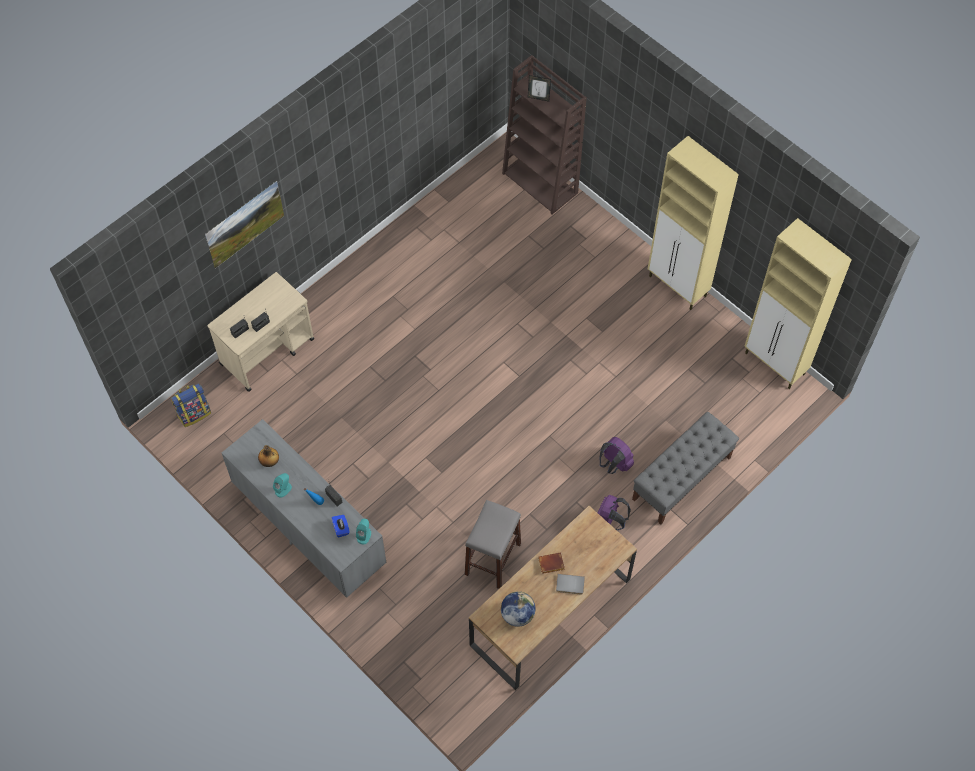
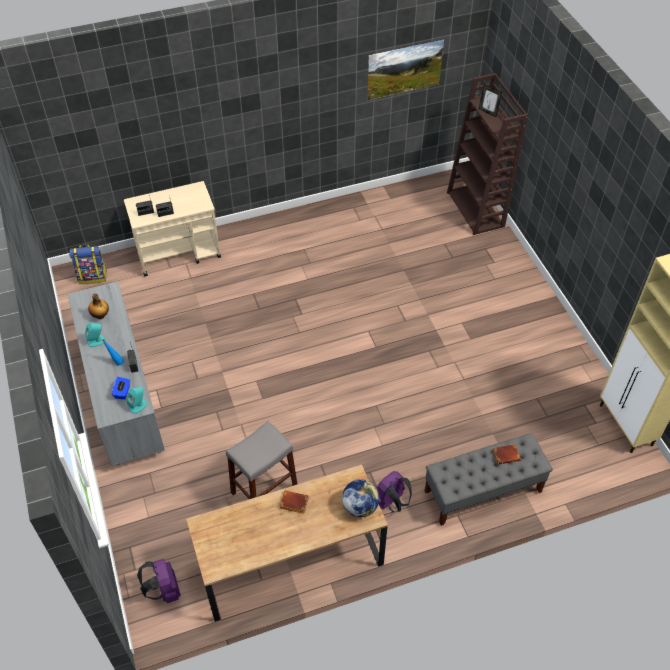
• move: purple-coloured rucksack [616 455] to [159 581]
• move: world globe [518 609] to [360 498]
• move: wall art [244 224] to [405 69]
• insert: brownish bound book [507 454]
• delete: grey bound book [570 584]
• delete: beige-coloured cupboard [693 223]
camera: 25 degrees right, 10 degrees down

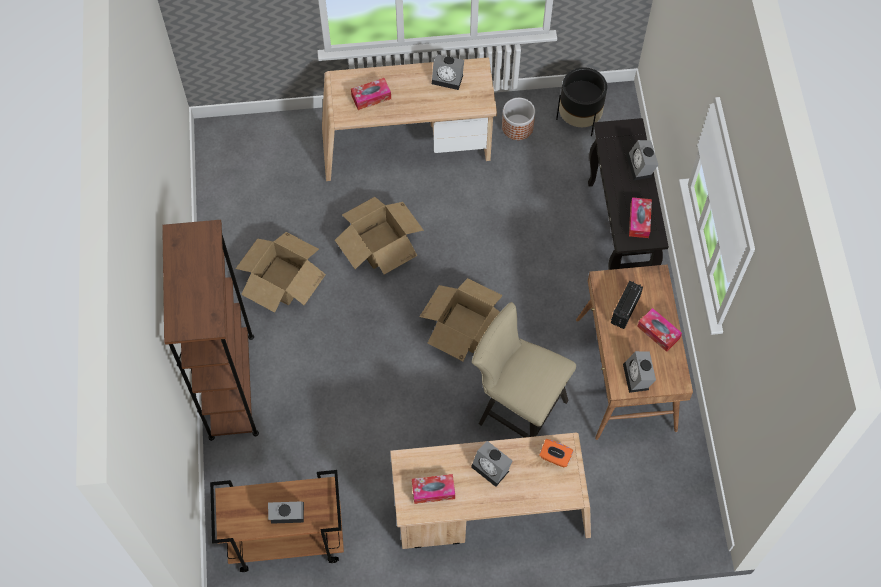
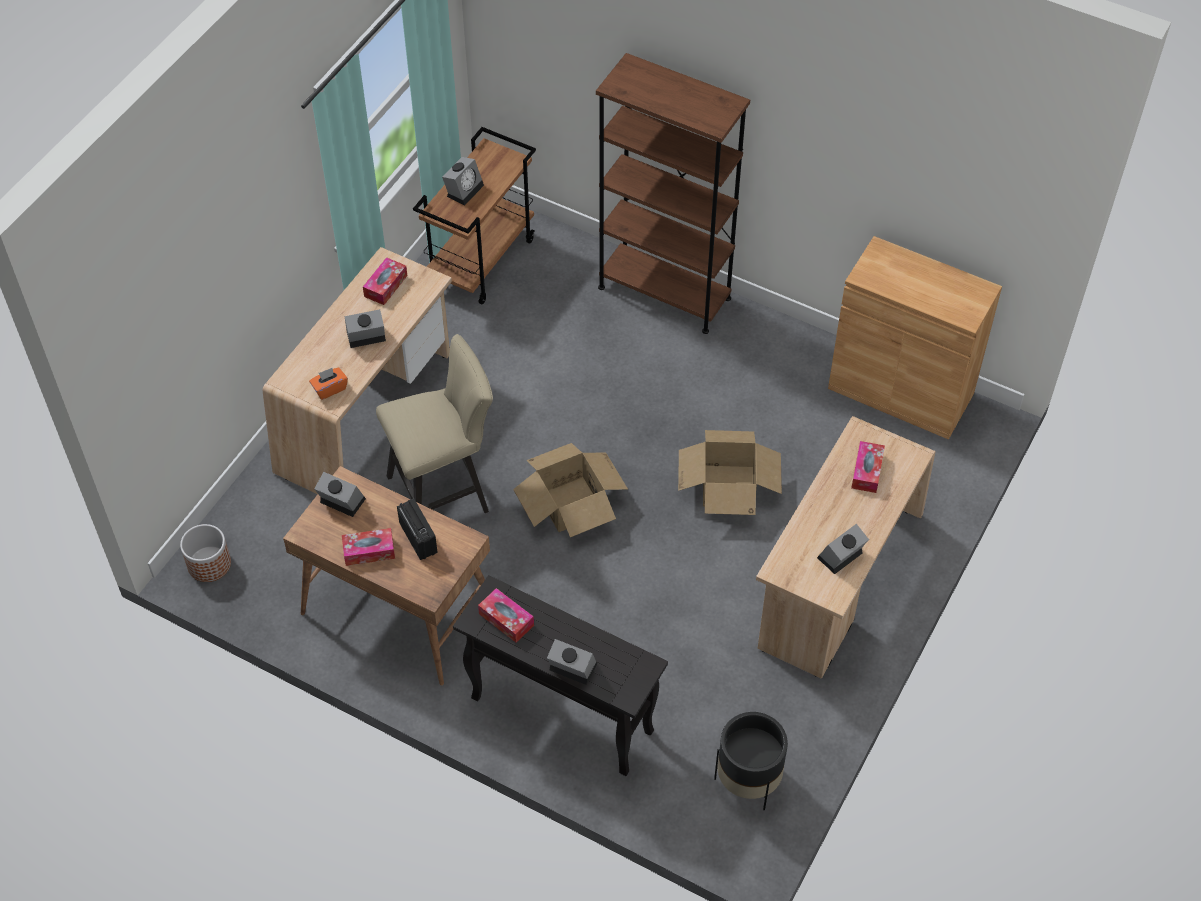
• move: planter [518 119] to [205 553]
• insert: brownish cupboard [915 338]
• delete: packing box [281 272]
camera: 125 degrees right, 10 degrees down

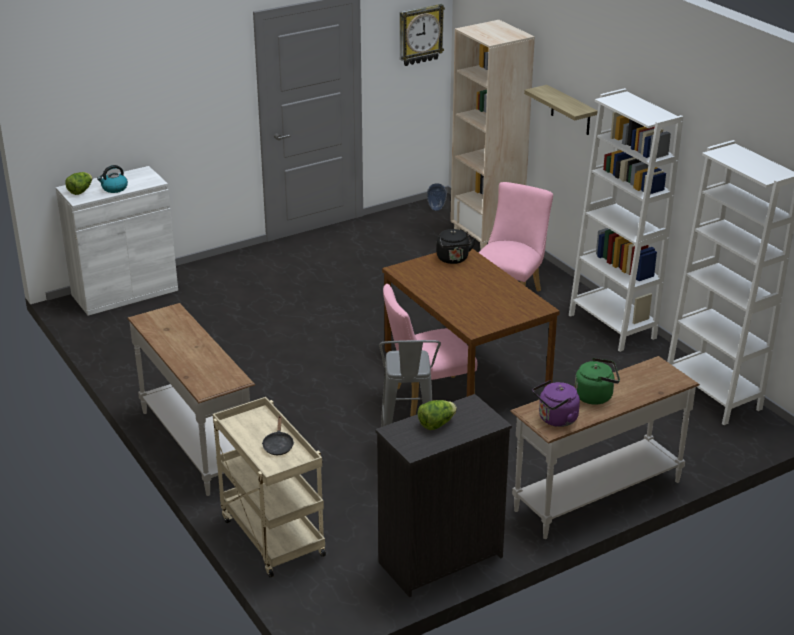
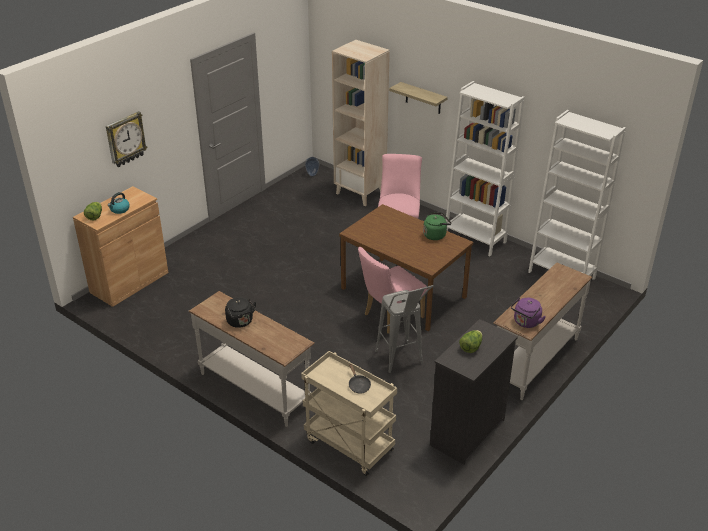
• recolor: white-coloured cupboard [117 241] to brownish cupboard [120 246]
• move: wall clock [422 35] to [126 139]
• move: black water kettle [456 246] to [240 312]
• move: green water kettle [597 381] to [437 226]
camera: 20 degrees left, 5 degrees up

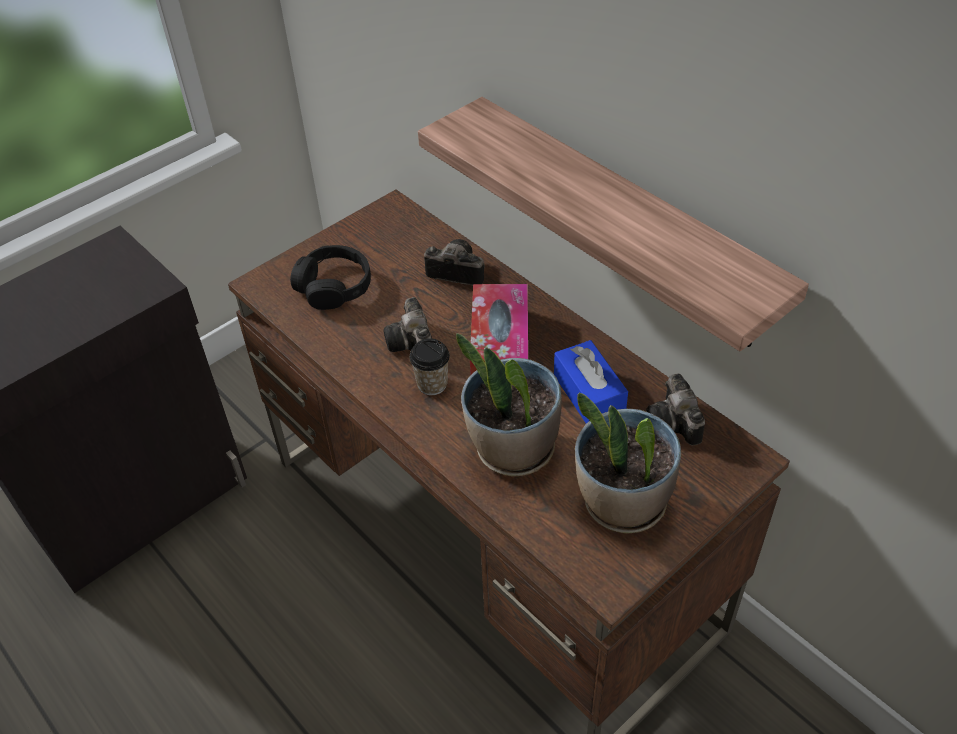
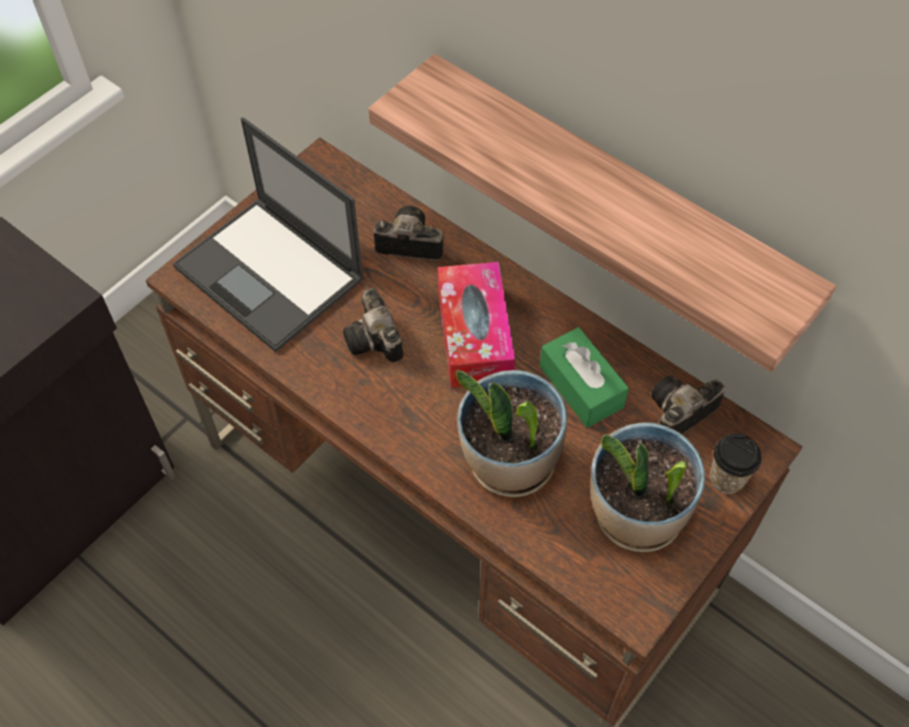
• replace: black pair of headphones [330 277] to notebook computer [269 234]
• recolor: bluish tissue holder [591 382] to green tissue holder [584 377]
• rotate: still camera [675 409] = [688 405] 75 degrees clockwise
• move: cup [429 366] to [736 464]
camera: 10 degrees left, 10 degrees up

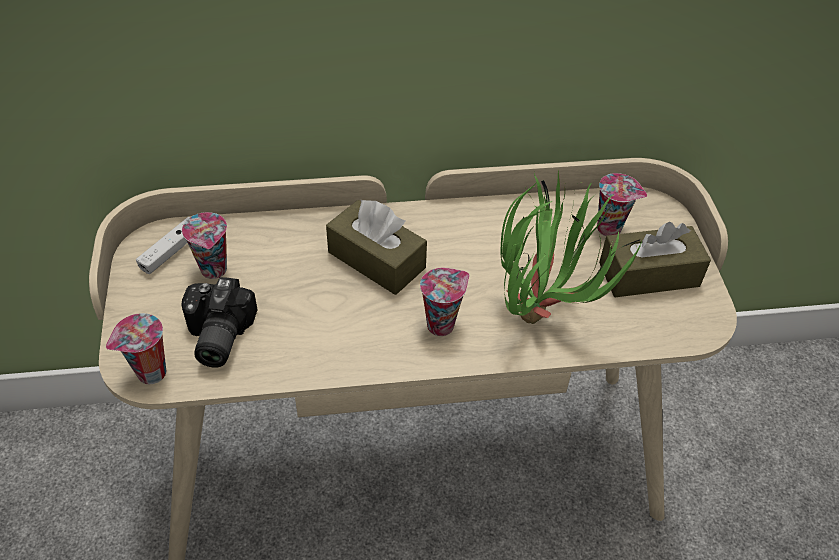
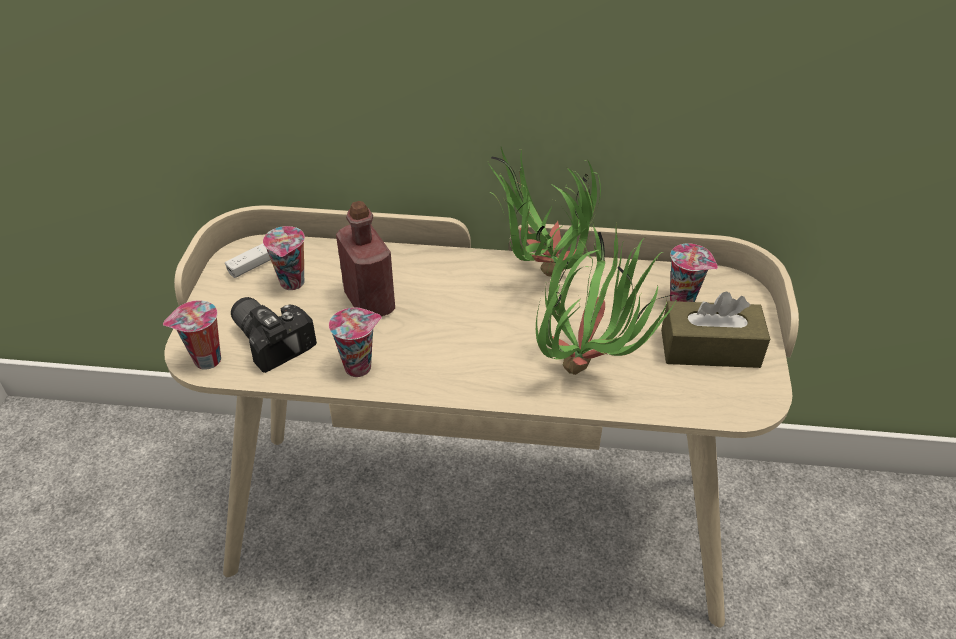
• rotate: still camera [219 322] = [274 335] 120 degrees clockwise
• move: cup [445 302] to [355 342]
• insert: reddish bottle [365 258]
• insert: houseplant [544 212]
• delete: brownish tissue holder [376 247]
camera: 15 degrees right, 5 degrees down

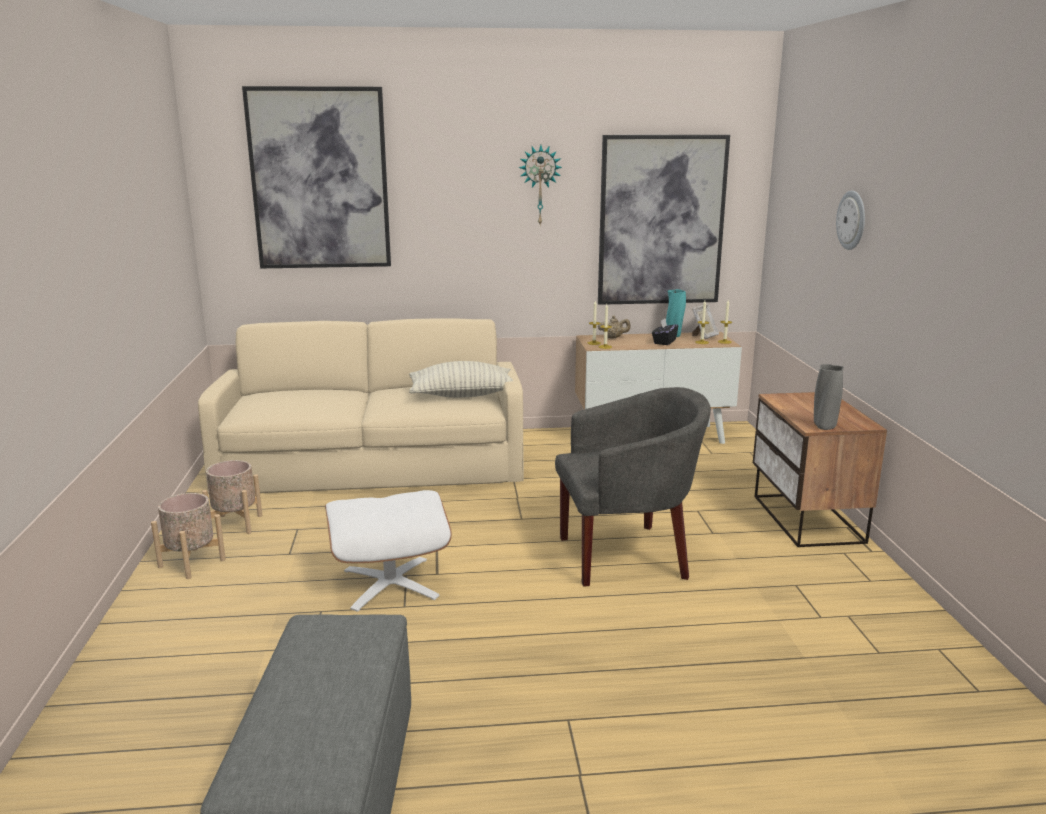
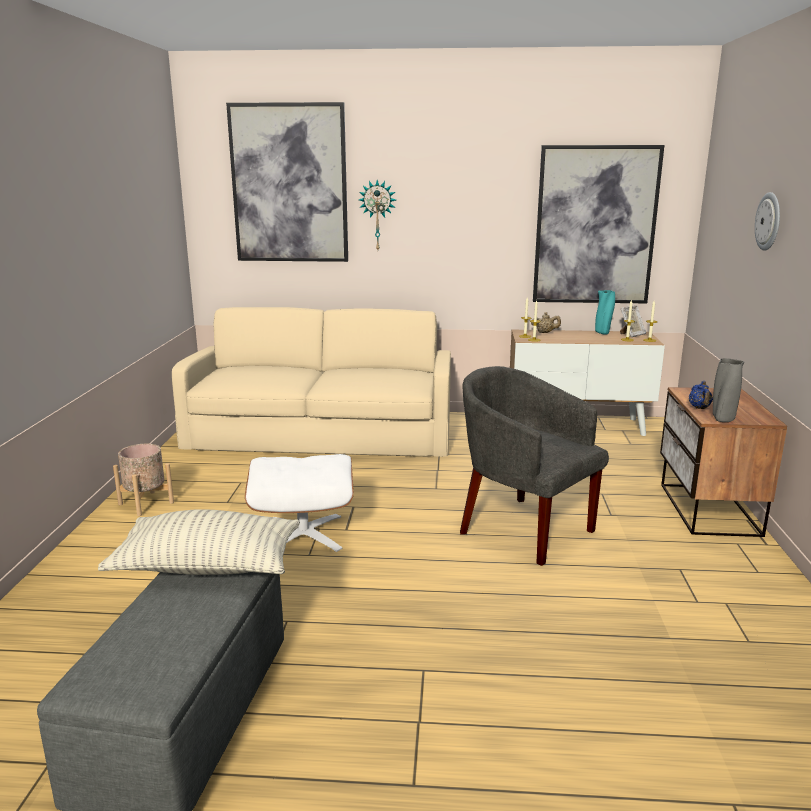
• move: throw pillow [461 379] to [199 542]
• move: wall clock [540 185] to [377 215]
• rotate: grey lounge chair [633 487] = [534 466] 135 degrees counterclockwise
• insert: bluish teapot [701 395]
• delete: beige-coloured planter [232 497]
• delete: black tissue holder [665 332]
camera: 10 degrees right, 0 degrees up

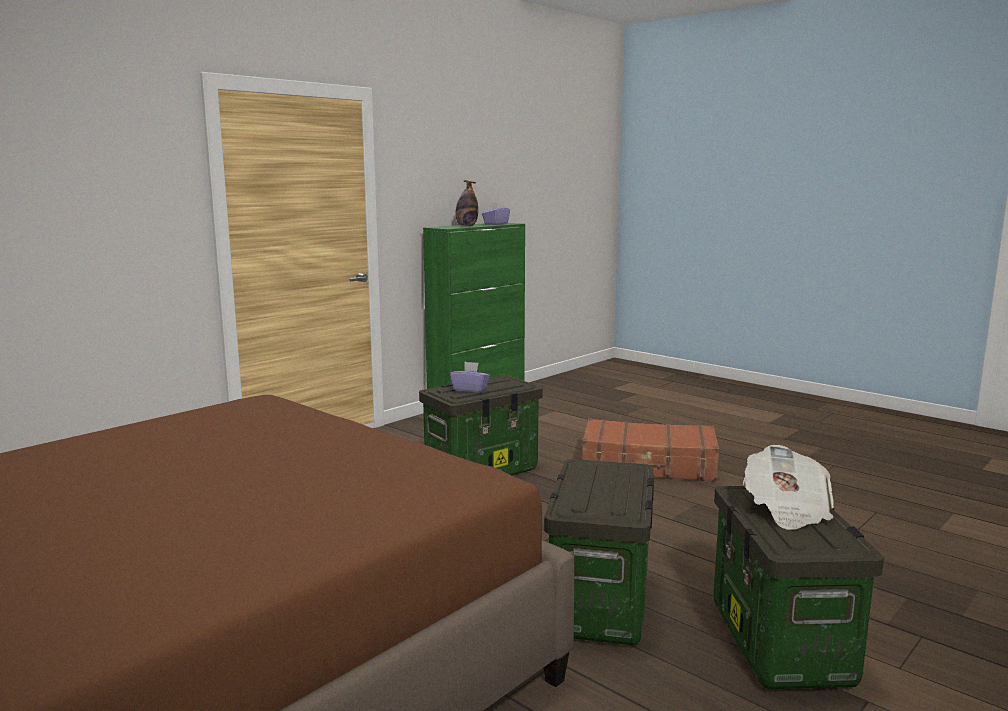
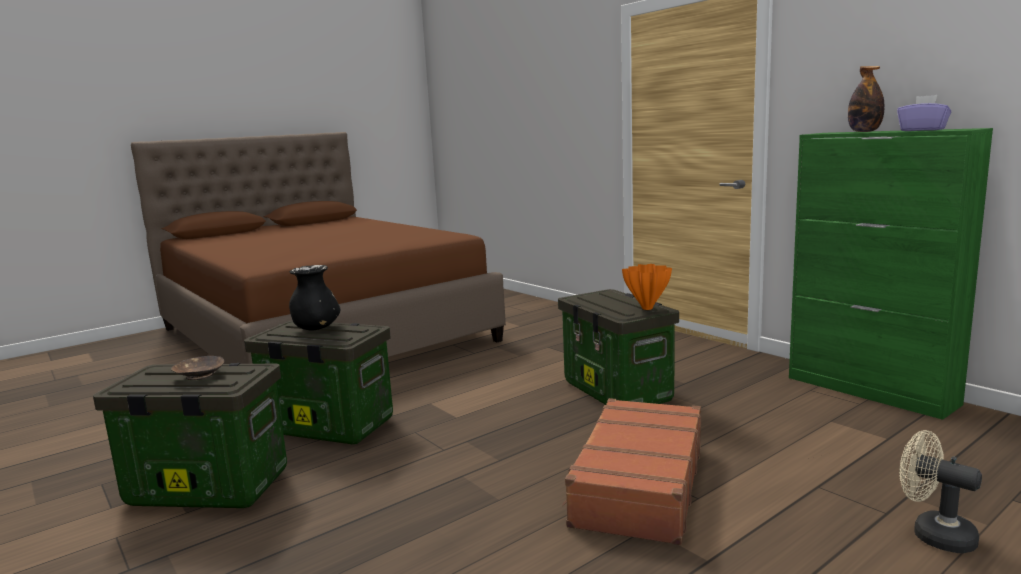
• replace: printed paper [788 487] to brownish bowl [197 368]
• insert: black decorative vase [314 298]
• insert: orange decorative vase [647 287]
• insert: beige-coloured electric fan [940 491]
• delete: purple-coloured tissue holder [470 377]
camera: 100 degrees right, 0 degrees up

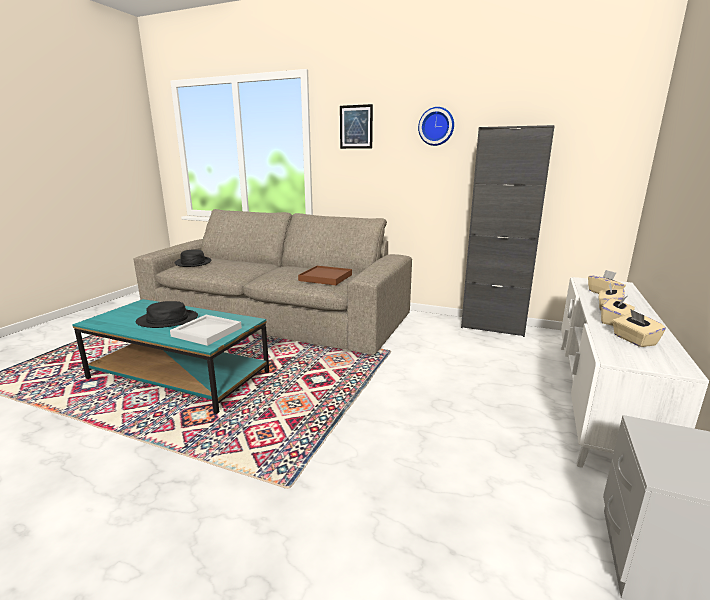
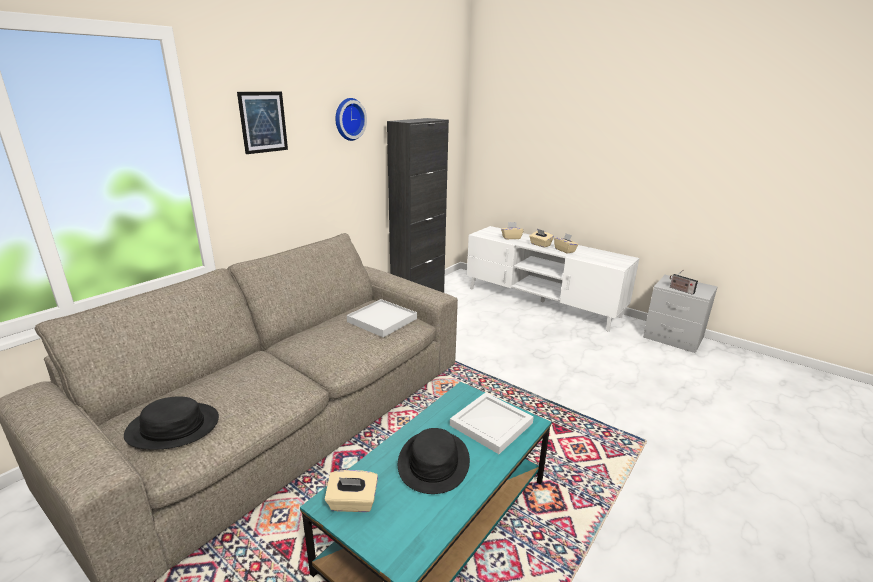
• move: beige-coloured tissue holder [639 328] to [351 491]
• recolor: brownish serving tray [325 275] to white-coloured serving tray [382 318]
• insert: radio set [684 282]
camera: 75 degrees left, 5 degrees up

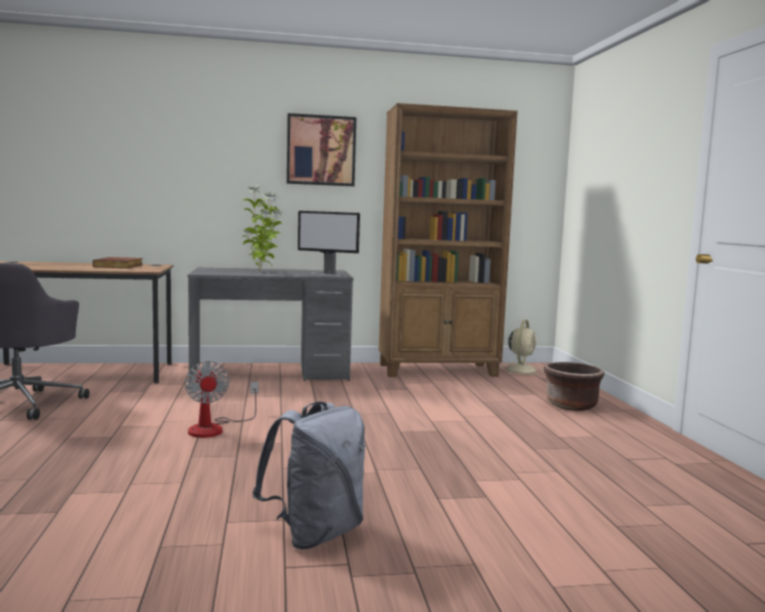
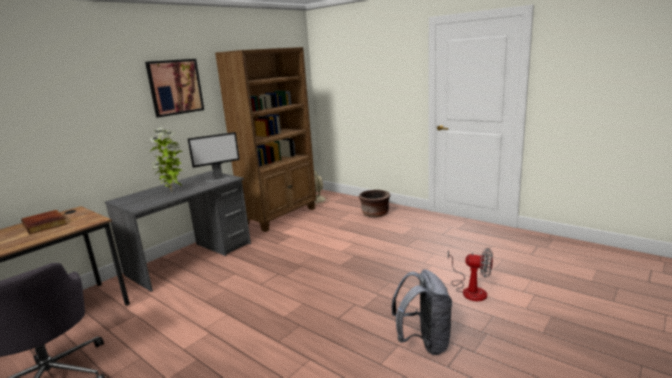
• move: electric fan [222 399] to [470 274]
camera: 40 degrees left, 10 degrees up

